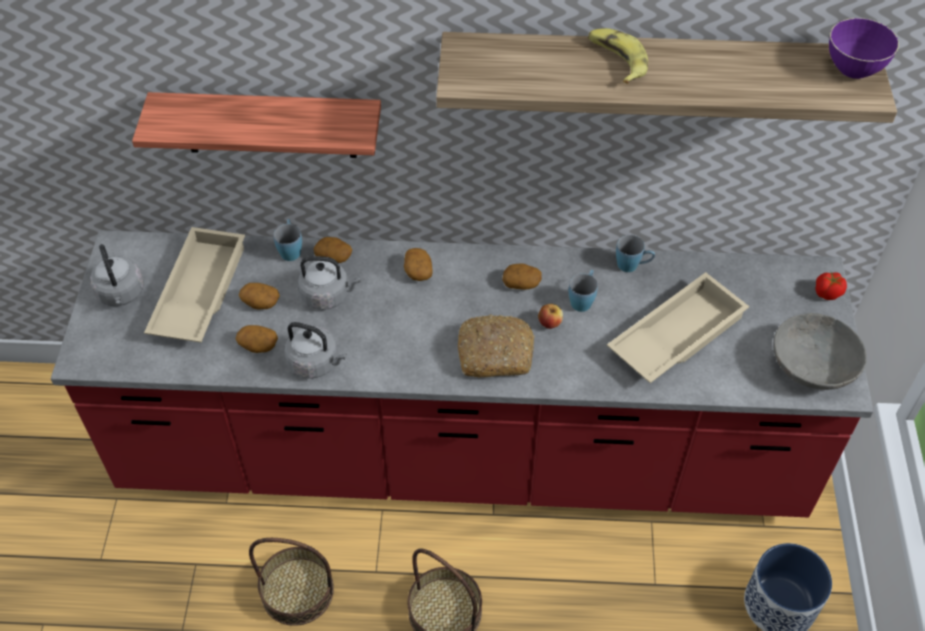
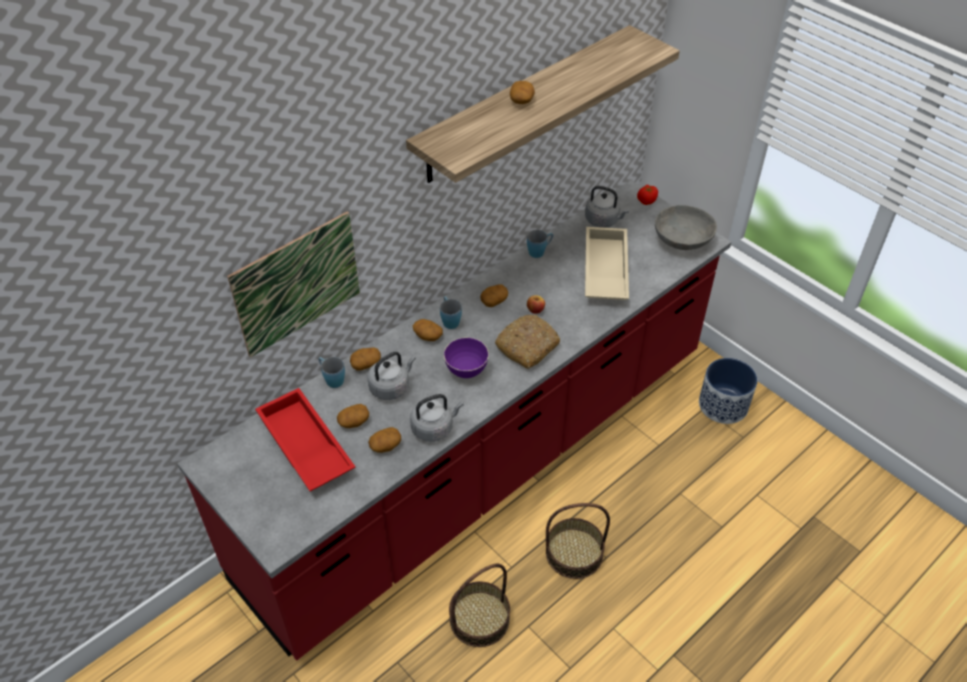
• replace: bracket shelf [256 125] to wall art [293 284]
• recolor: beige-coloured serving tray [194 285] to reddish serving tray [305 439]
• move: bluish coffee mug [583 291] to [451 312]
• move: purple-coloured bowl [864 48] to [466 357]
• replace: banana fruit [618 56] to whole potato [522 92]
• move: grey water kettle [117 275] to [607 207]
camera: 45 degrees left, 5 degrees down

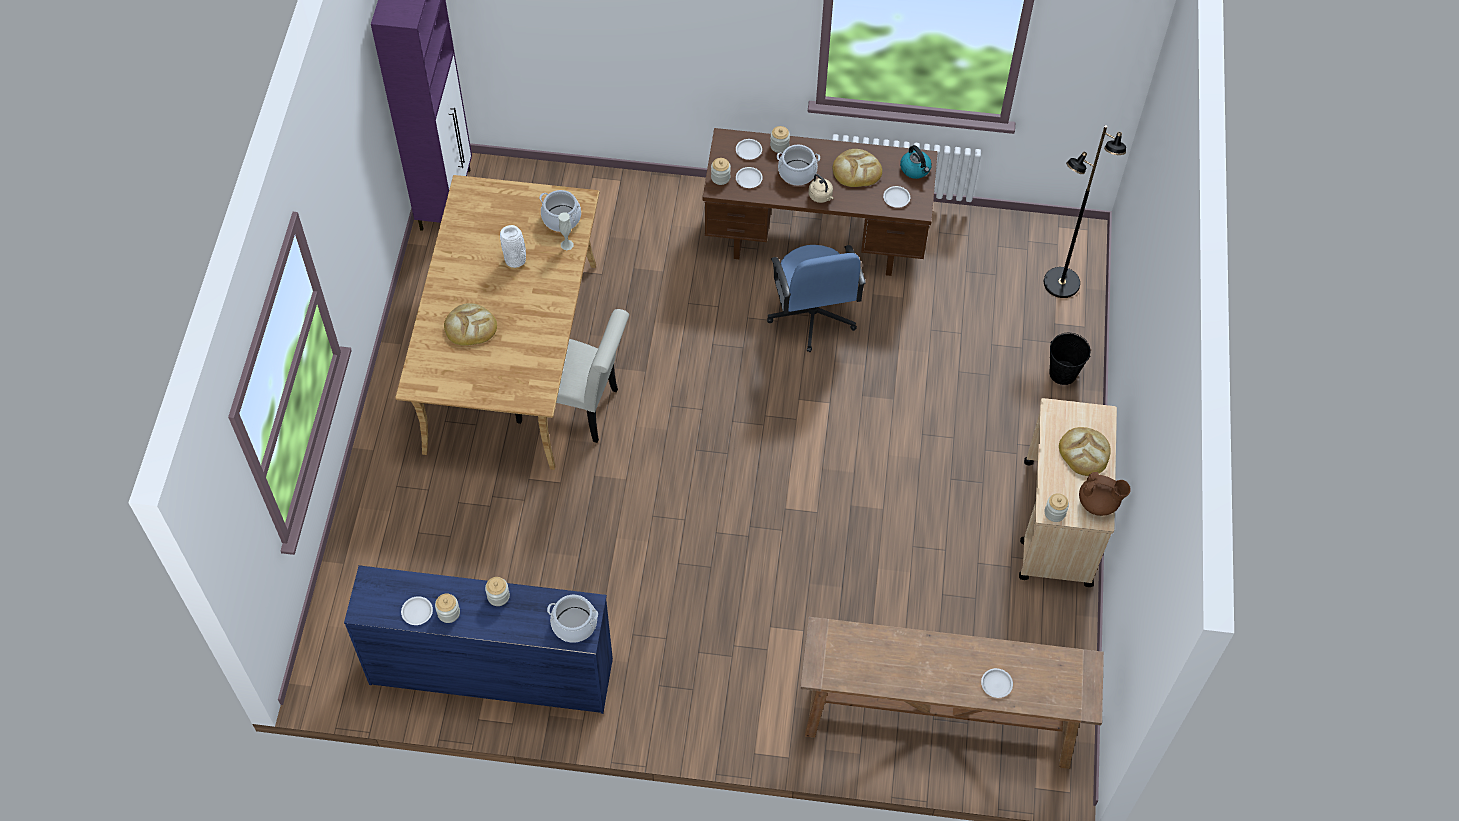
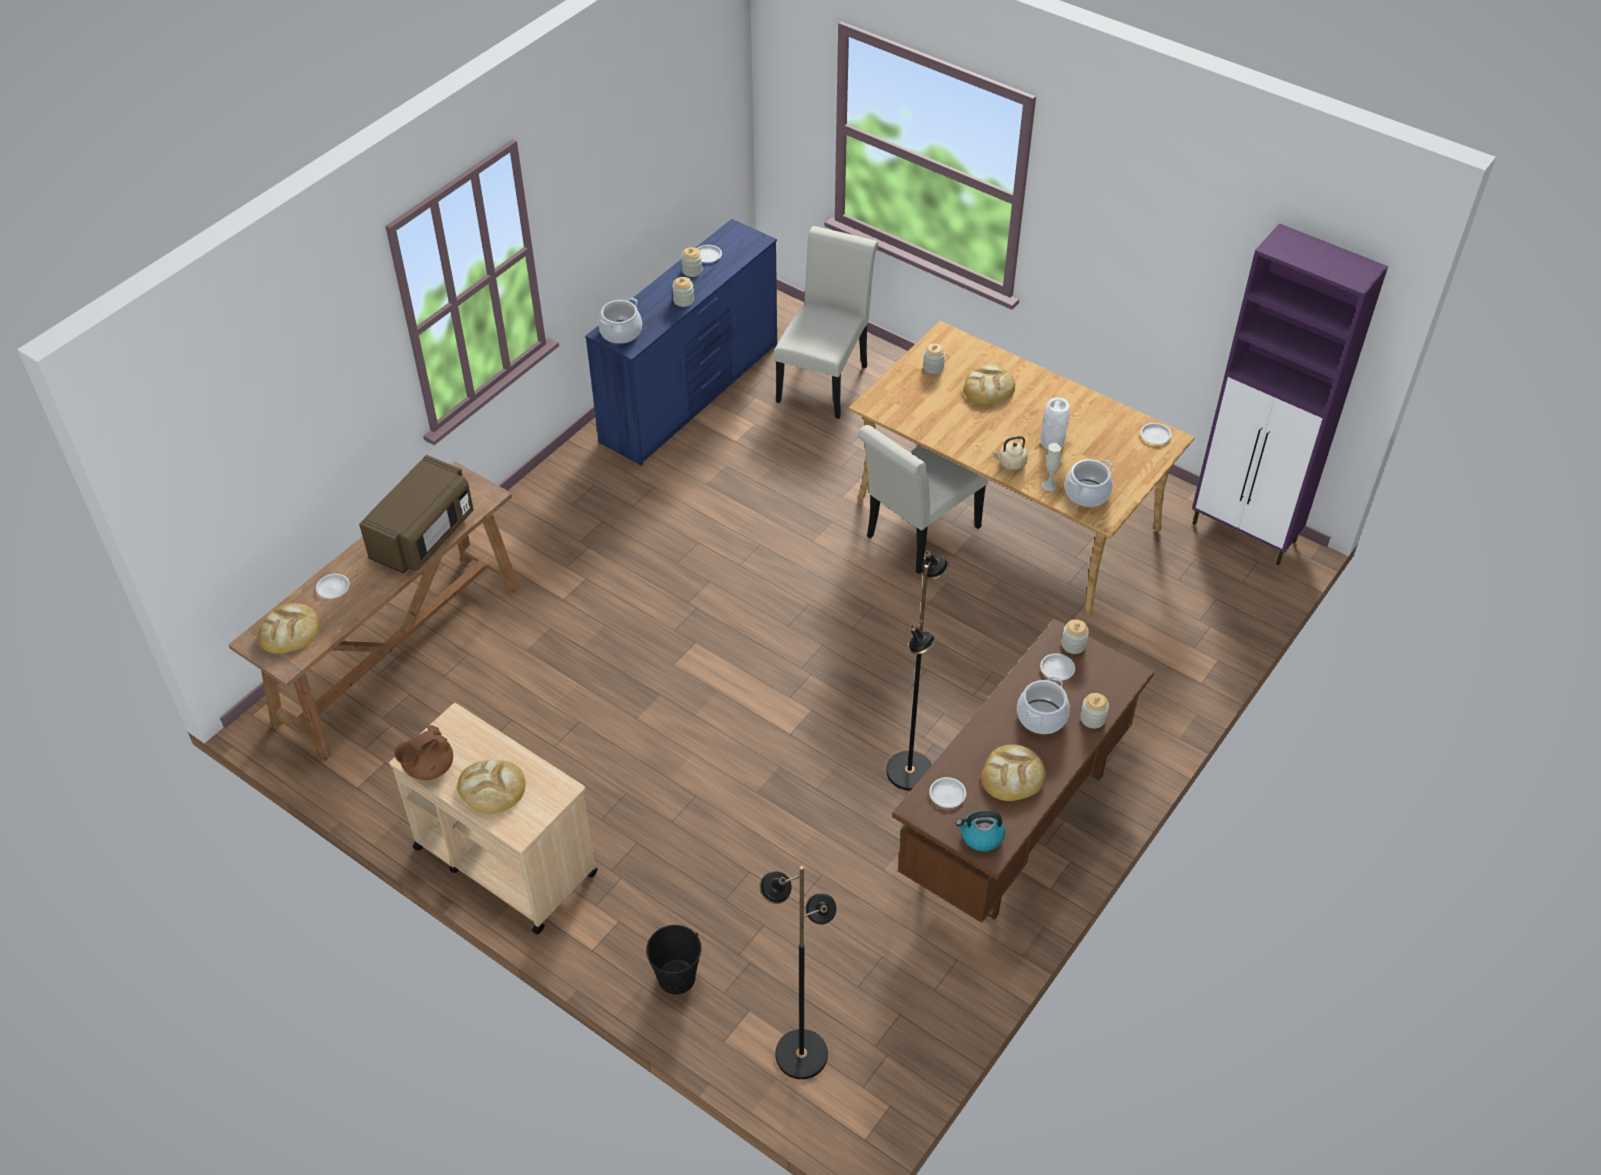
• insert: bread [288 628]
• insert: brownish microwave oven [416 514]
• insert: white-coloured upright chair [826 322]
• replace: bluish office chair [816 298] to black standing lamp [917 671]
• move: storage jar [1057 507] to [934 358]
• move: beige-coloured water kettle [821 188] to [1010 453]
• move: white-coloured dinner plate [749 149] to [1156 433]
camera: 120 degrees right, 10 degrees down

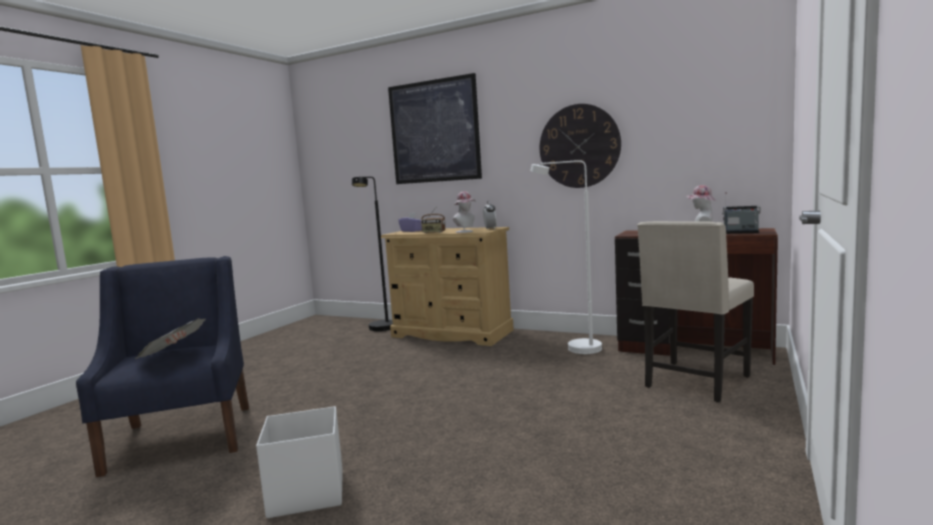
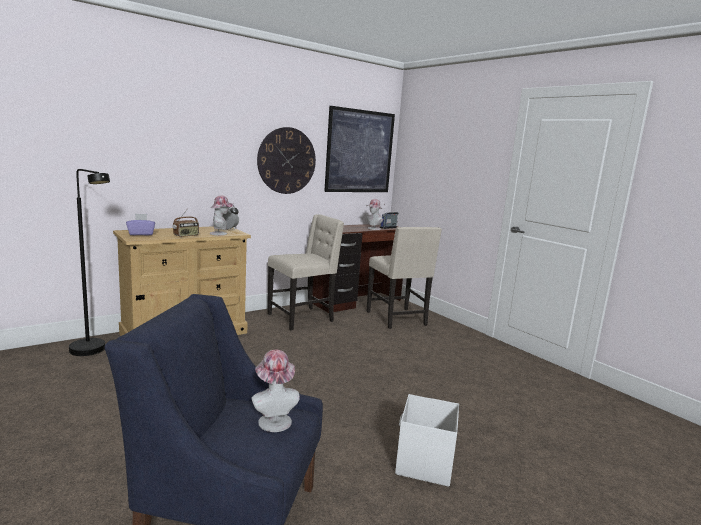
• replace: printed paper [170 338] to wearable hat [275 390]
• replace: white-coloured standing lamp [566 257] to beige-coloured upright chair [306 272]
• move: wall art [435 128] to [359 149]
camera: 65 degrees left, 5 degrees up

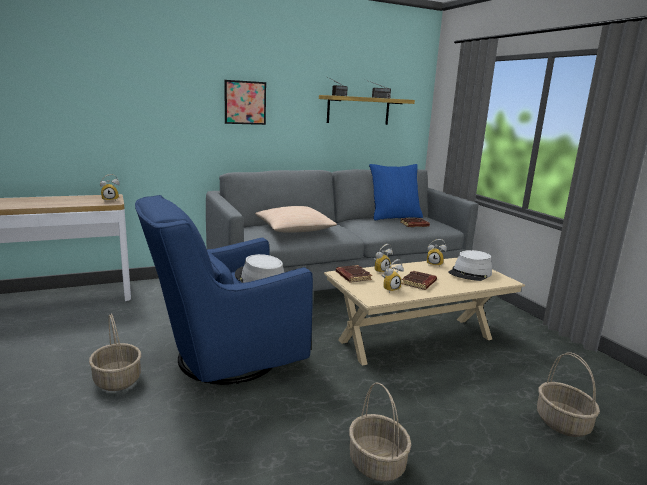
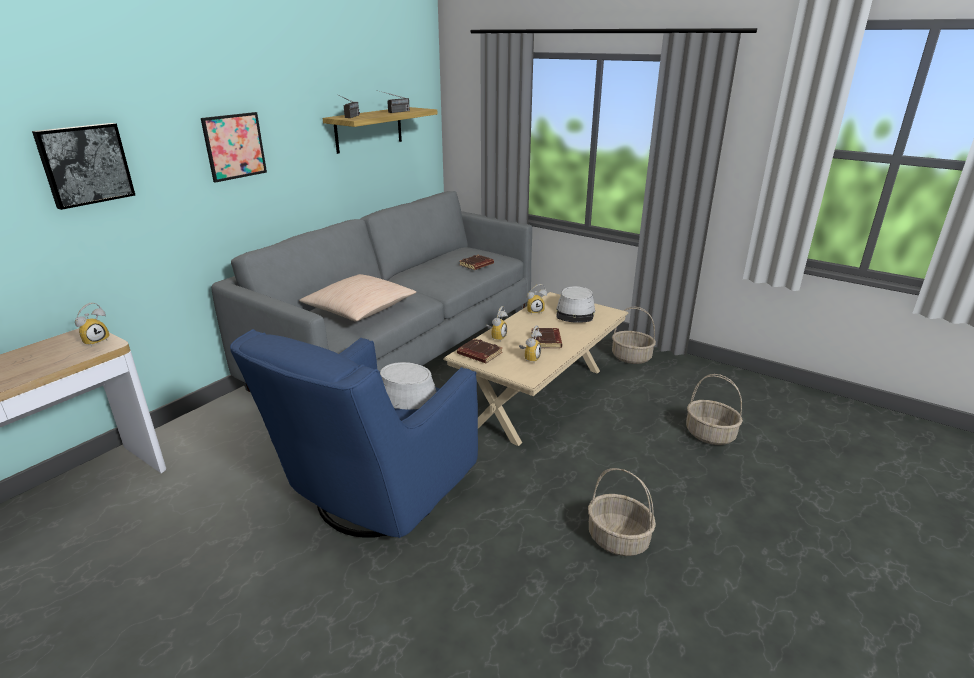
• insert: wall art [83 166]
• move: household basket [115 352] to [634 335]
• delete: bluish throw pillow [396 192]
camera: 30 degrees left, 10 degrees up

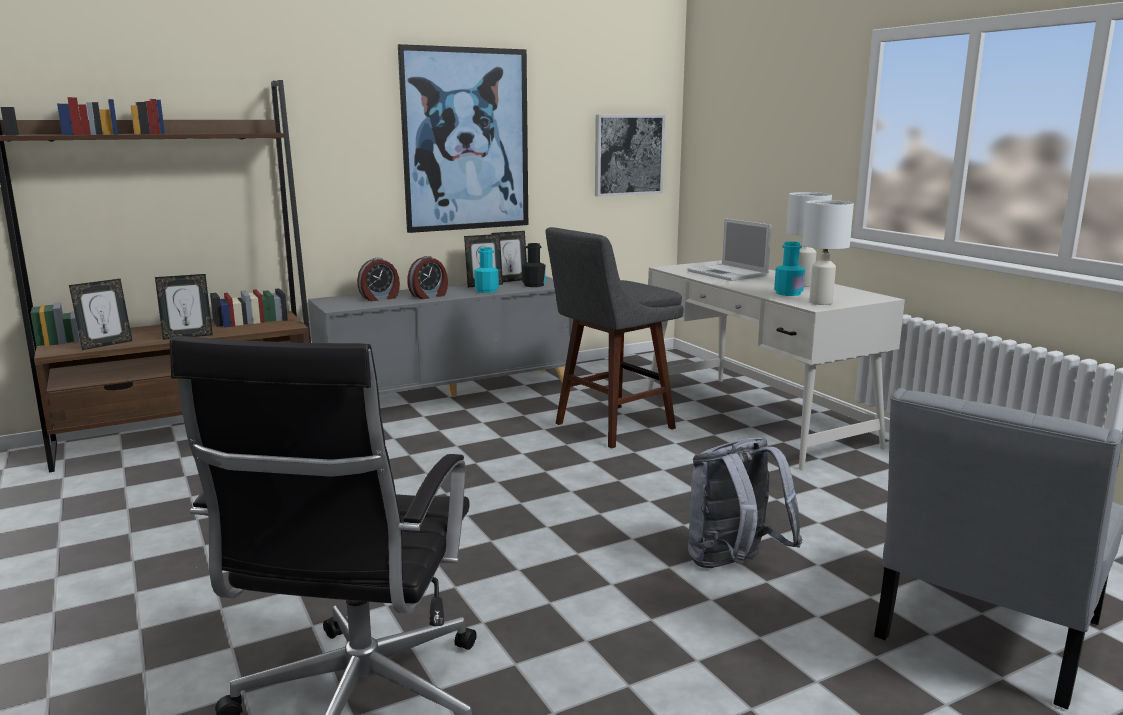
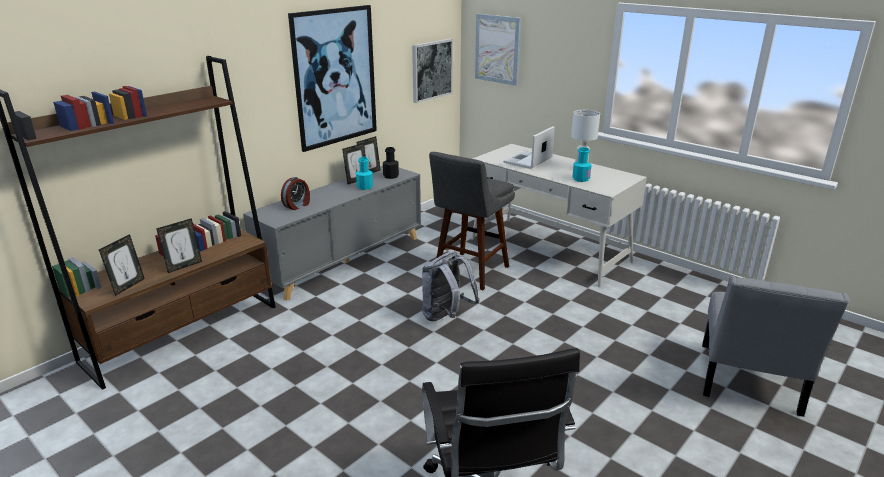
• move: grey rucksack [745 503] to [451 286]
• insert: wall art [498 50]
• rotate: notebook computer [730 249] = [529 147] 90 degrees clockwise
• delete: table clock [427 277]
• delete: white-coloured tabletop lamp [828 252]
camera: 20 degrees left, 10 degrees up

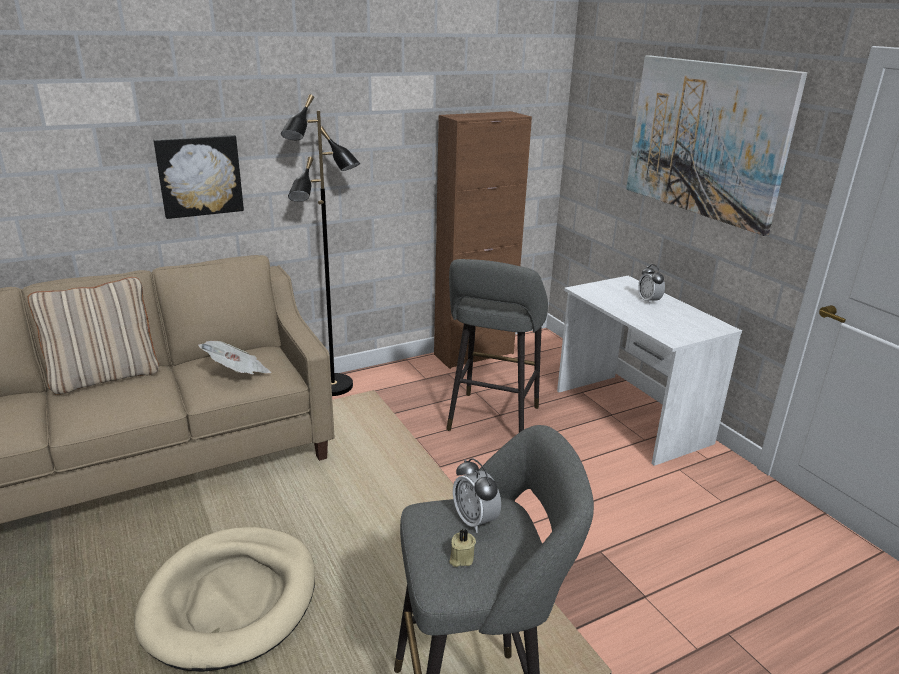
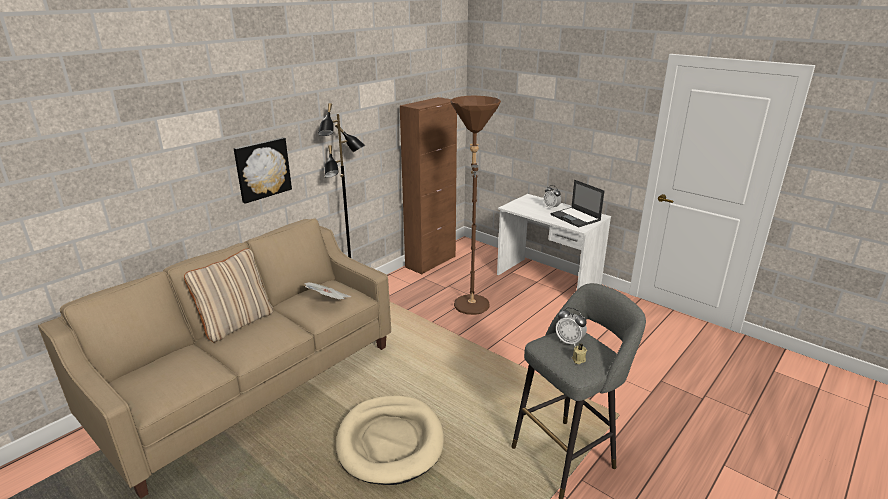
• replace: grey stool seat [497 345] to brownish standing lamp [476 205]
• insert: notebook computer [577 203]
• delete: wall art [716 145]
camera: 20 degrees left, 0 degrees up

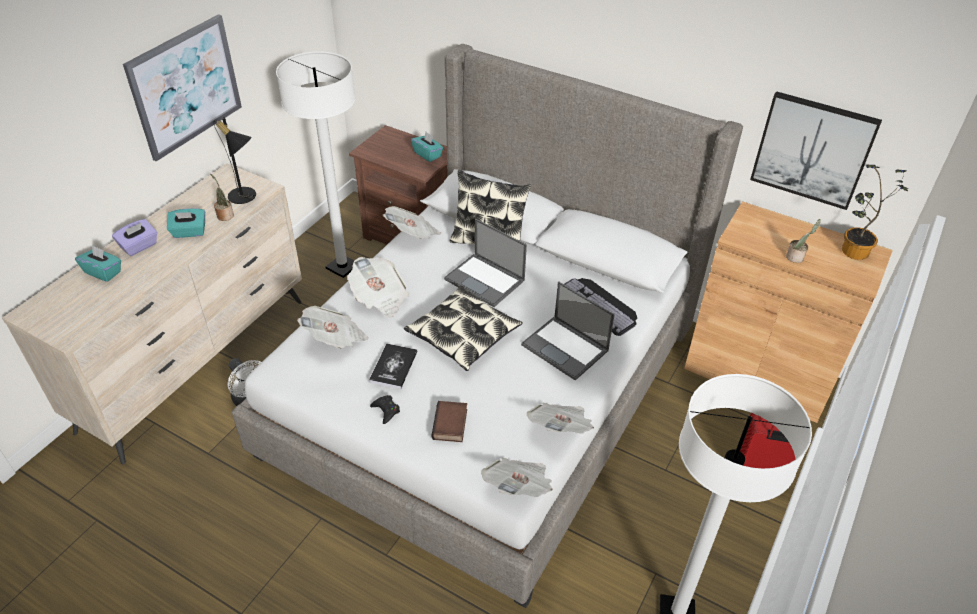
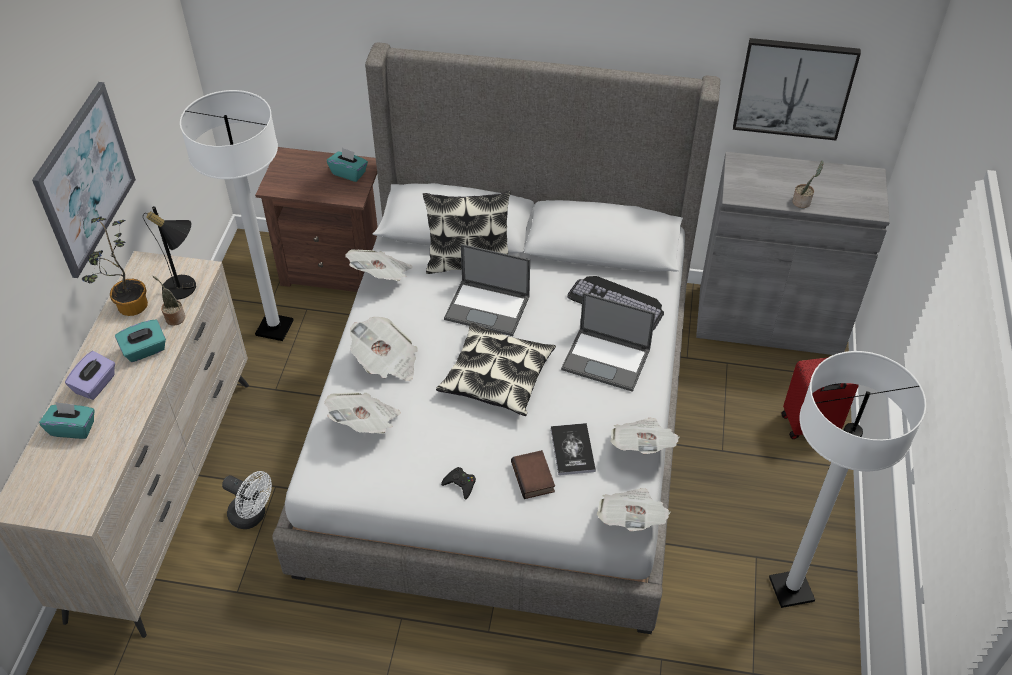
• move: houseplant [875 212] to [115 266]
• move: bound book [393 366] to [573 449]
• recolor: brownish cupboard [788 312] to grey cupboard [793 253]
camera: 20 degrees left, 5 degrees up

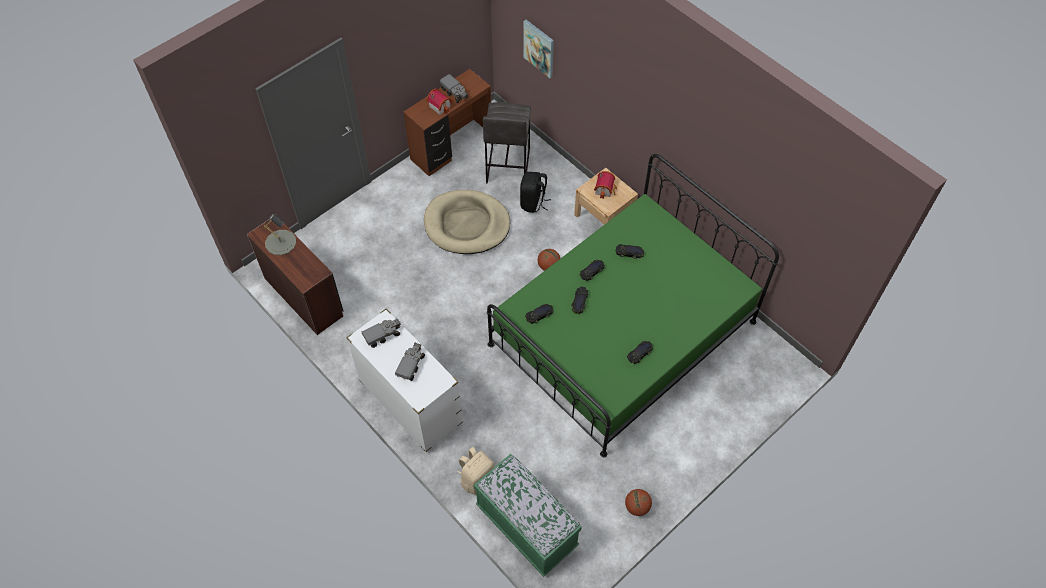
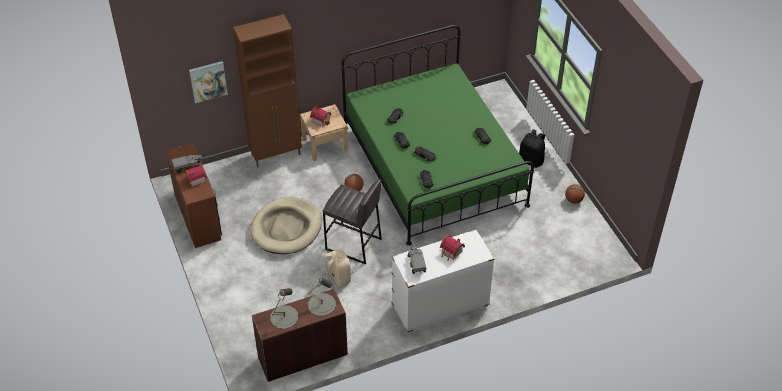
• insert: brownish cupboard [267 90]
• insert: grey tabletop lamp [321 296]
• move: grey stool seat [507 143] to [352 222]
• move: beige-coloured rucksack [475 471] to [337 269]
• replace: toy truck [410 362] to toy house [452 248]
• move: black rucksack [535 192] to [532 148]
• delete: green bench [528 515]
camera: 70 degrees left, 10 degrees down

